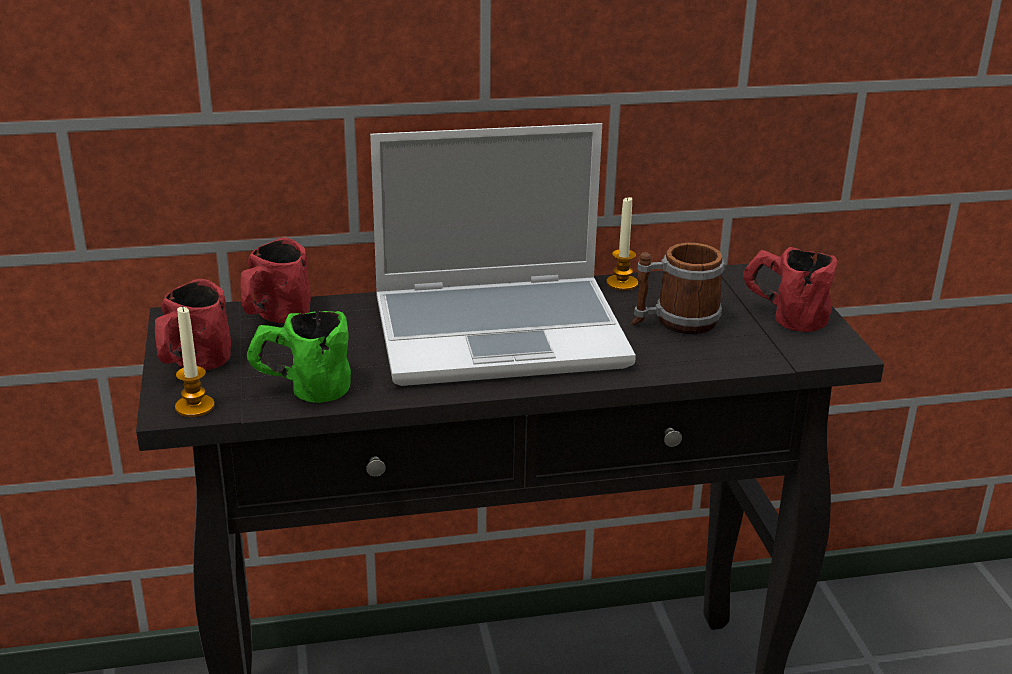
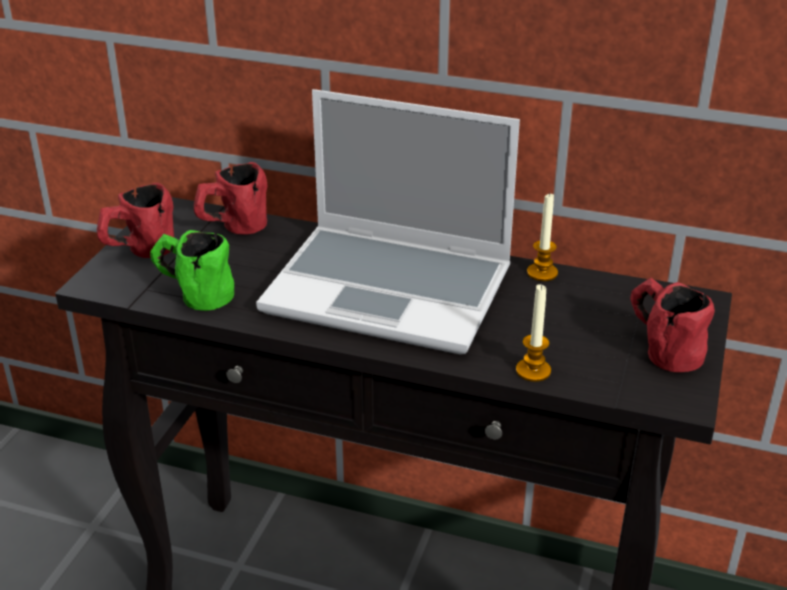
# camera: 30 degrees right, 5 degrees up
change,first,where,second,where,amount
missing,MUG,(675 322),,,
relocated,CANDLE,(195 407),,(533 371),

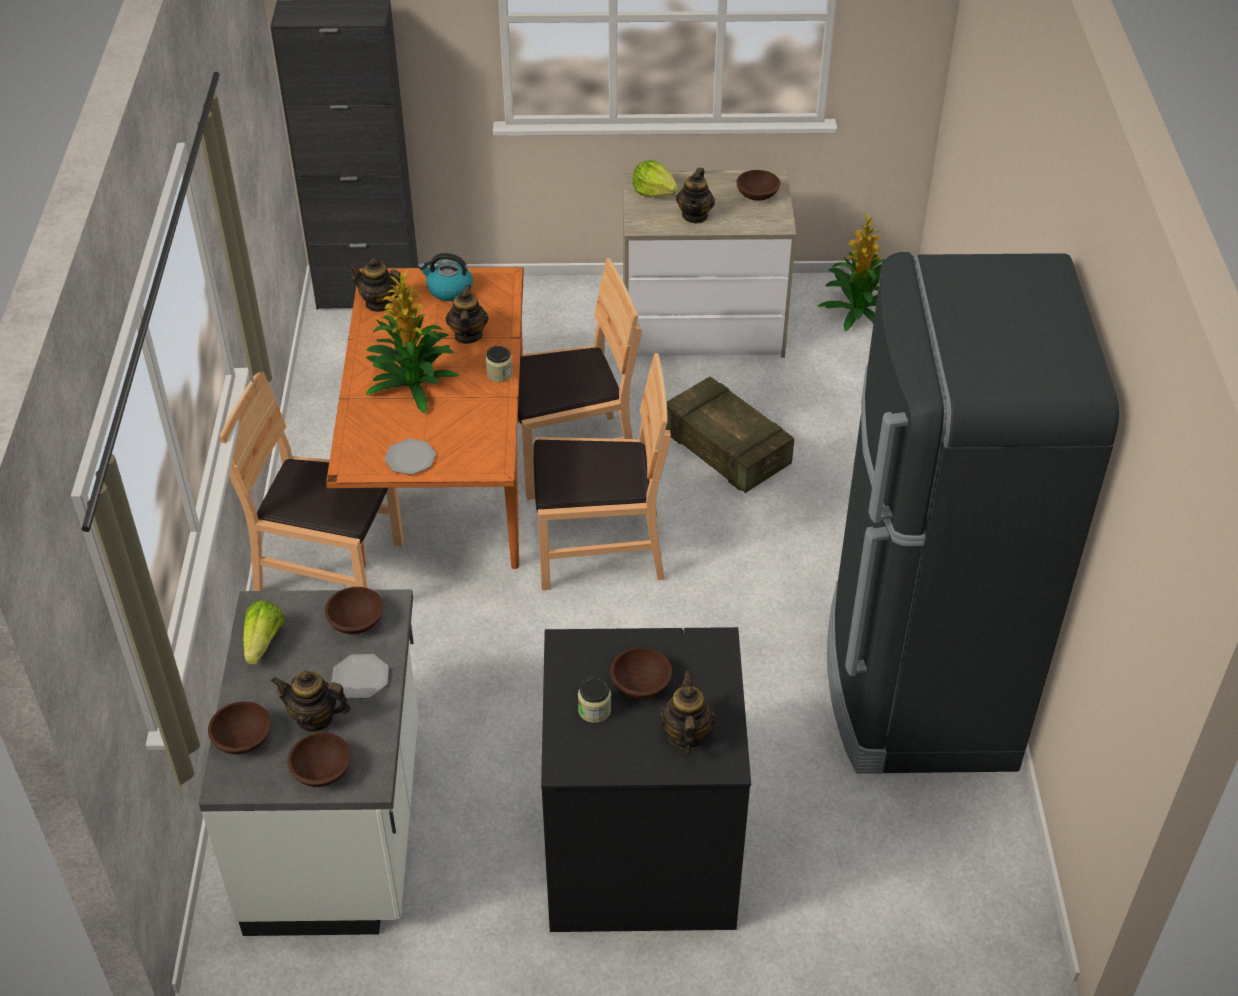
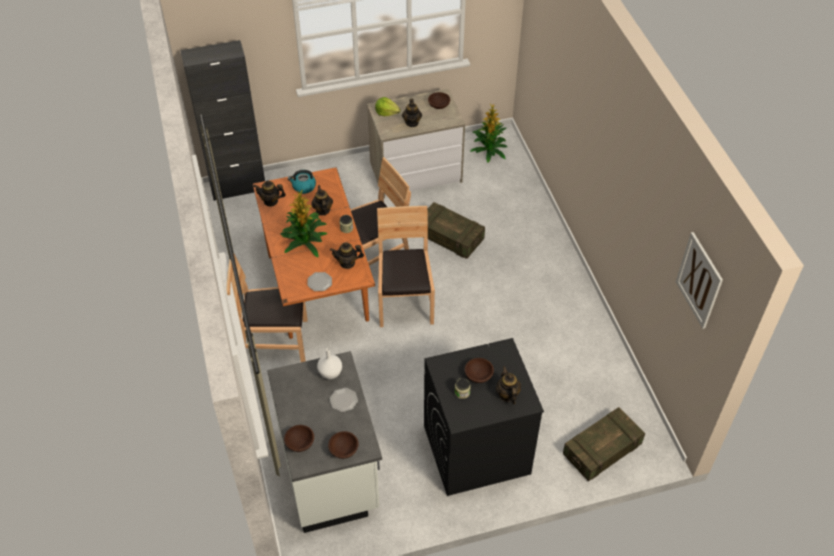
# camera: 15 degrees left, 5 degrees up
change,first,where,second,where,amount
missing,LETTUCE,(263 642),,,
missing,BLACK FRIDGE,(917 687),,,
appeared,,,CRATE,(602 450),
appeared,,,PICTURE,(699 280),
relocated,TEAPOT,(315 718),,(347 263),
exchanged,BROWN BOWL,(357 622),WHITE VASE,(331 373),
spun,BROWN CHAIR,(599 548),,(405 302),75 degrees counterclockwise

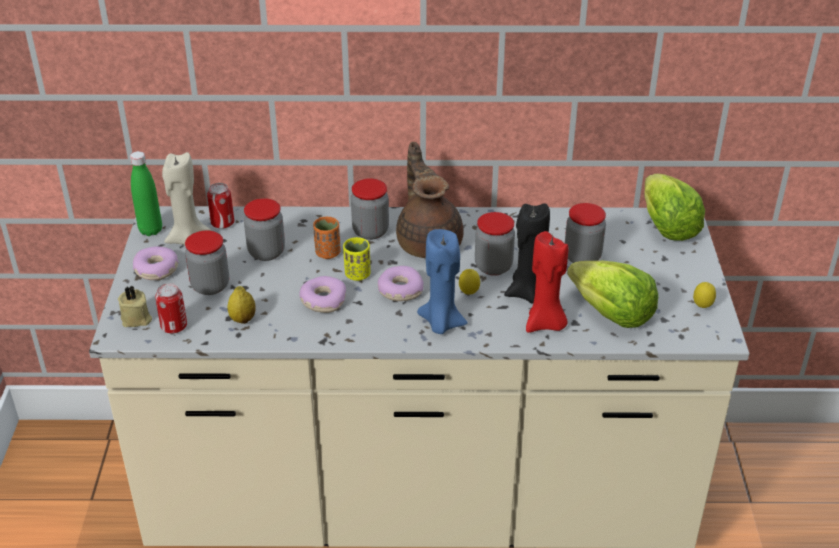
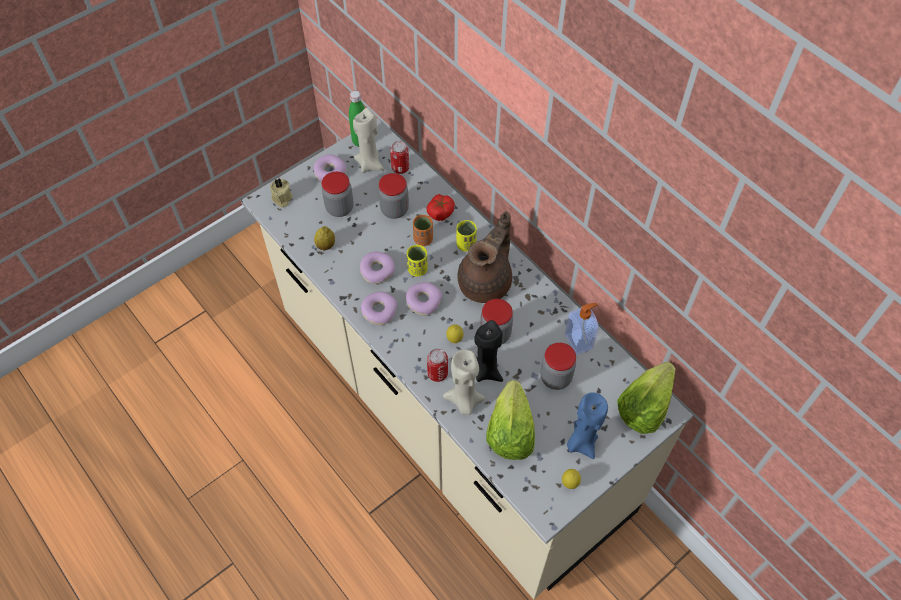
# camera: 50 degrees right, 20 degrees up
change,first,where,second,where,amount
appeared,,,DONUT,(379 311),
appeared,,,TOMATO,(441 212),
appeared,,,SOAP DISPENSER,(579 341),
relocated,CAN,(174 327),,(437 373),
relocated,BLUE CANDLE,(441 323),,(581 442),
exchanged,JAR,(370 231),YELLOW CUP,(466 244),
colour,RED CANDLE,(545 324),BEIGE CANDLE,(464 401),

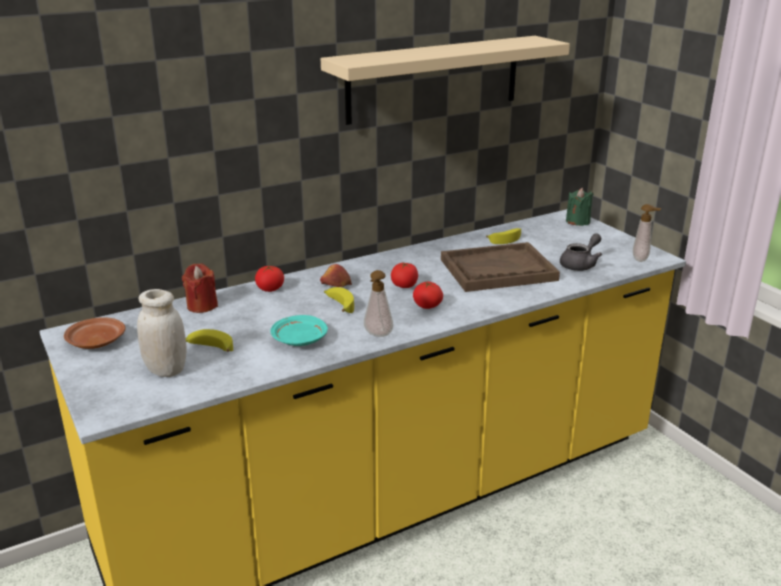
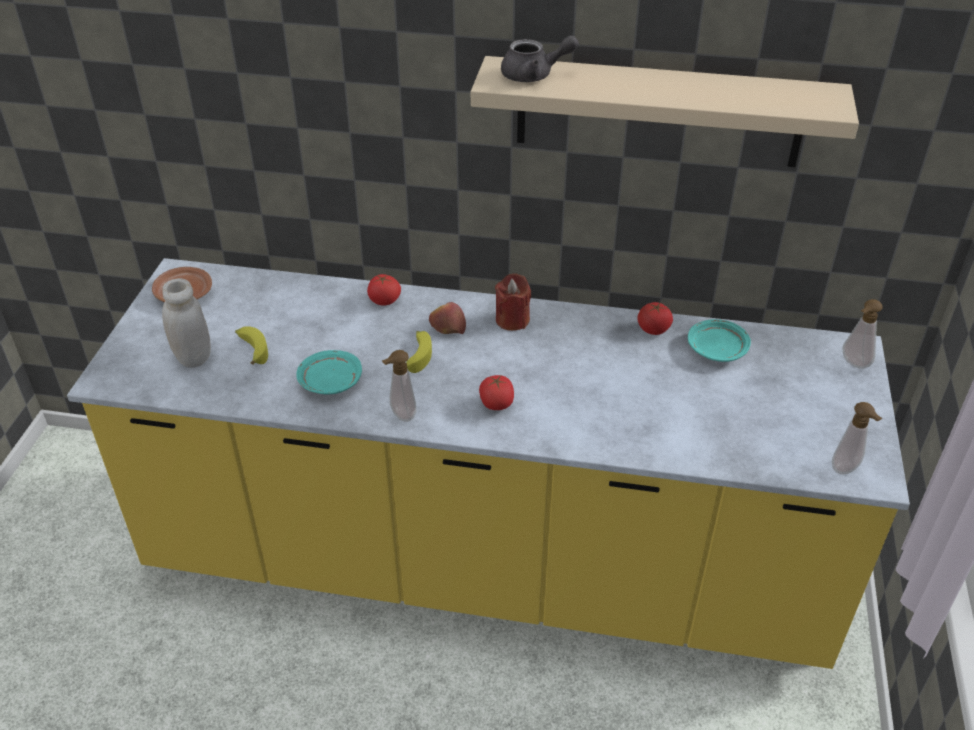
# camera: 40 degrees right, 15 degrees up
change,first,where,second,where,amount
missing,BROWN TRAY,(498 270),,,
relocated,RED CANDLE,(202 306),,(512 320),
relocated,TOMATO,(404 286),,(653 329),
relocated,GREY TEAPOT,(580 264),,(534 75),
exchanged,BANANA,(506 239),TURQUOISE PLATE,(717 349),
exchanged,GREEN CANDLE,(578 221),SOAP DISPENSER,(853 364),

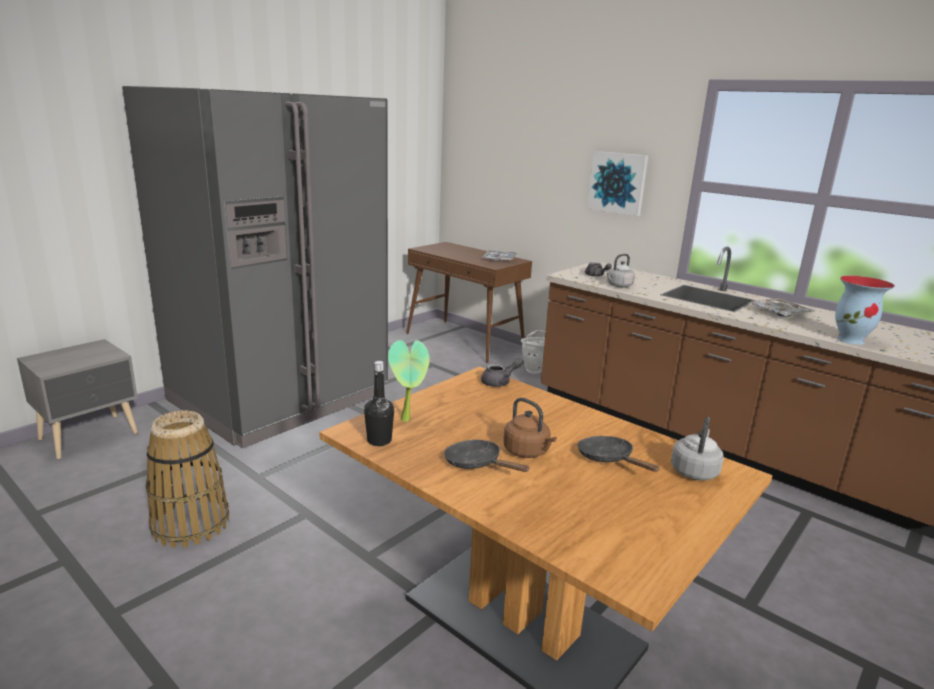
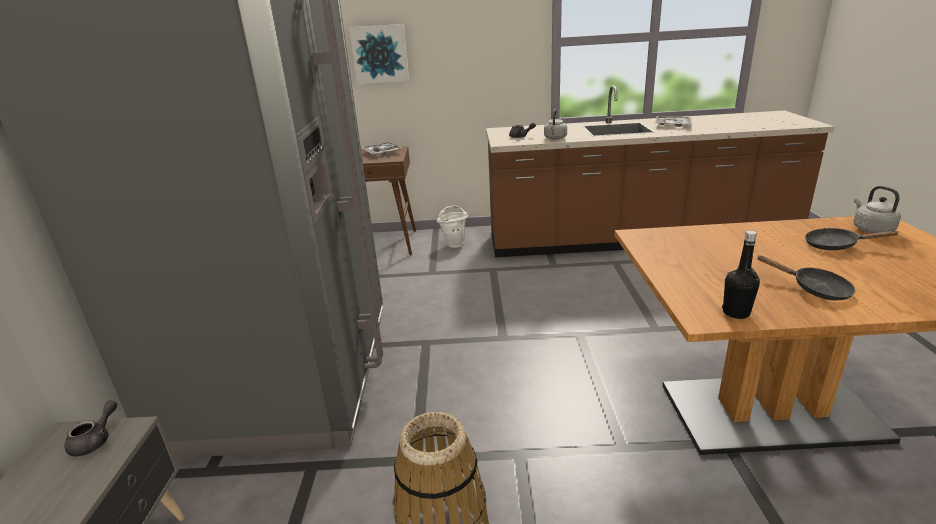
# camera: 40 degrees left, 5 degrees up
change,first,where,second,where,amount
missing,POTTED PLANT,(408 419),,,
missing,BROWN KETTLE,(528 452),,,
missing,VASE,(851 340),,,
relocated,GREY TEAPOT,(500 382),,(96 441),
relocated,PICTURE,(617 183),,(380 54),
spun,BLACK FRYING PAN,(477 464),,(814 289),135 degrees counterclockwise

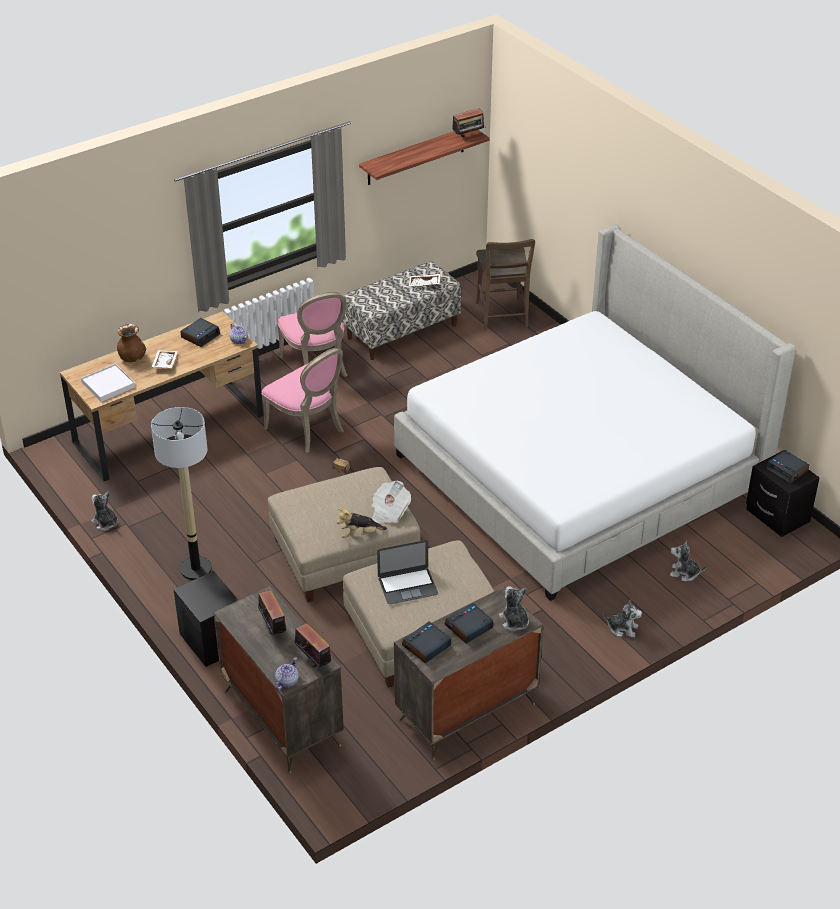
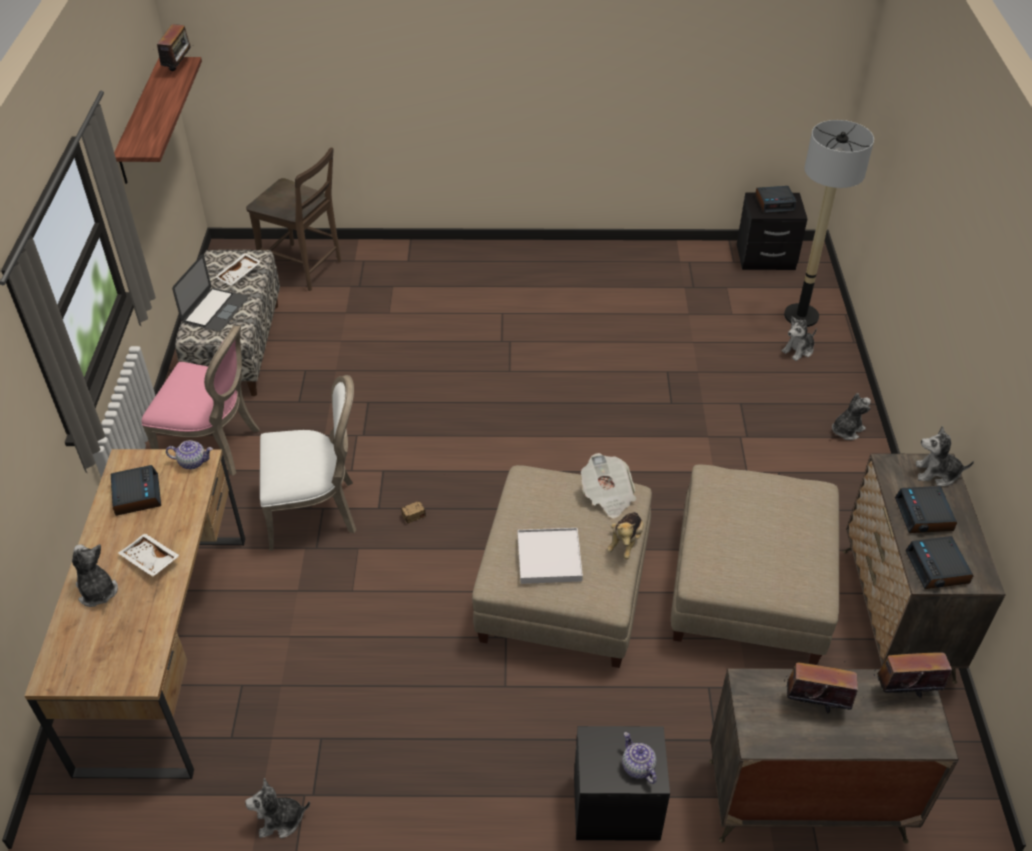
# camera: 55 degrees left, 5 degrees up
change,first,where,second,where,amount
missing,BED,(579 472),,,
relocated,WHITE TRAY,(108 384),,(549 558),
relocated,FLOOR LAMP,(195 569),,(801 316),
relocated,TEAPOT,(287 681),,(637 766),
relocated,LAPTOP,(407 586),,(215 310),
exchanged,BROWN VASE,(132 358),PLUSH TOY,(97 591),
colour,PINK CHAIR,(308 430),WHITE CHAIR,(316 510),

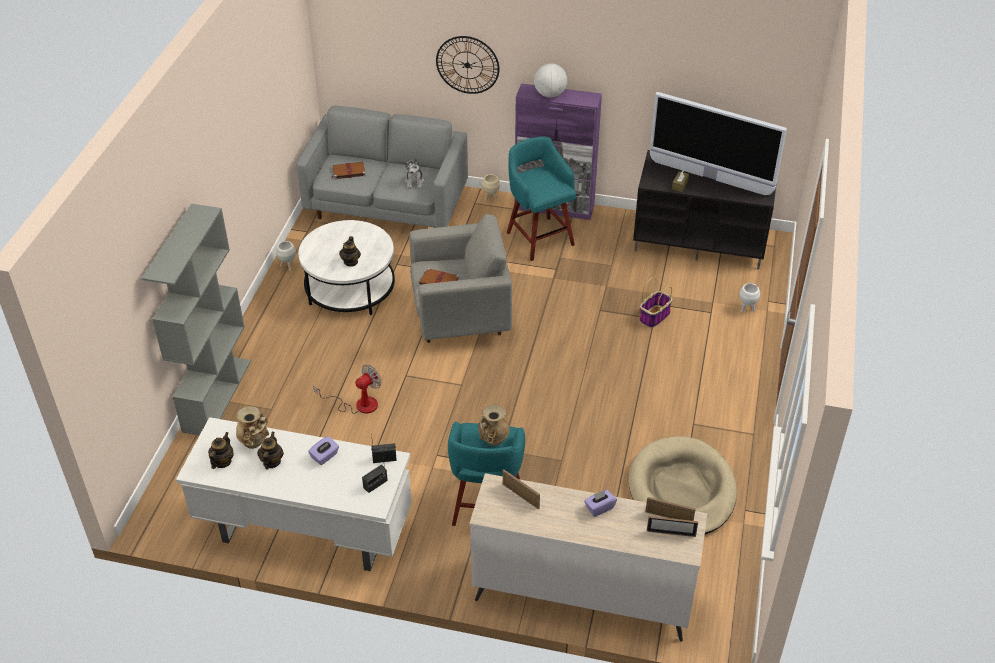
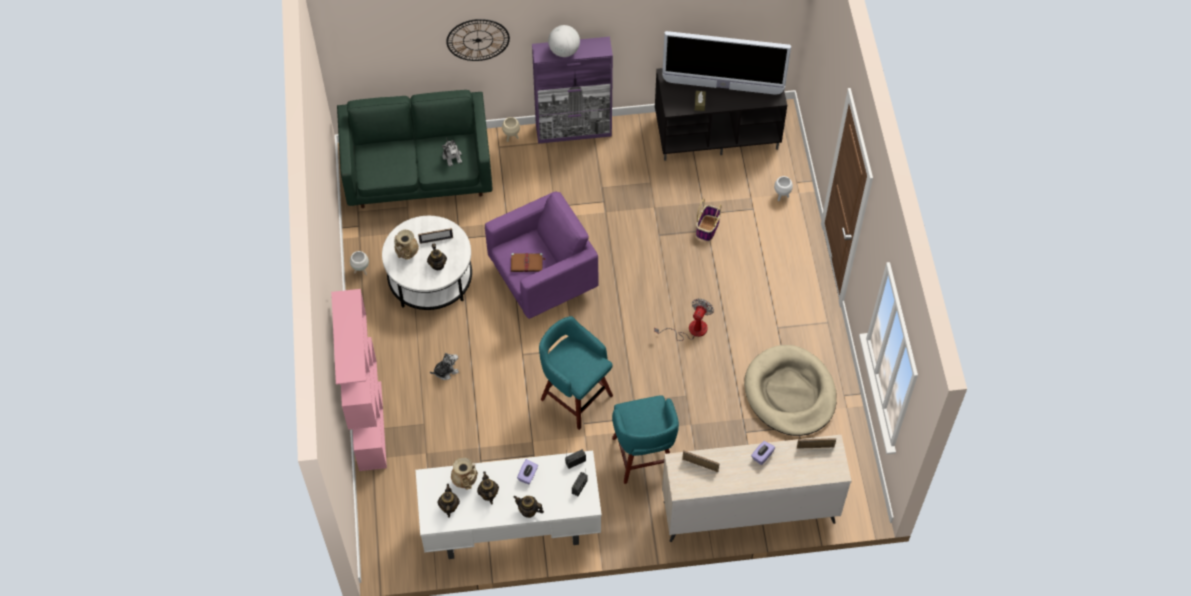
# camera: 20 degrees left, 15 degrees up
change,first,where,second,where,amount
missing,BROWN BOOK,(348 171),,,
appeared,,,PLUSH TOY,(445 371),
appeared,,,TEAPOT,(528 511),
relocated,FAN,(358 404),,(690 330),
relocated,BEIGE VASE,(493 440),,(407 254),
relocated,TURQUOISE STOOL,(539 237),,(575 396),
relocated,PICTURE FRAME,(671 533),,(436 240),
colour,GREY BOOKCASE,(217 395),PINK BOOKCASE,(369 425),
colour,GREY SOFA,(387 206),GREEN SOFA,(419 174),
colour,GREY ARMCHAIR,(461 317),PURPLE ARMCHAIR,(543 279),

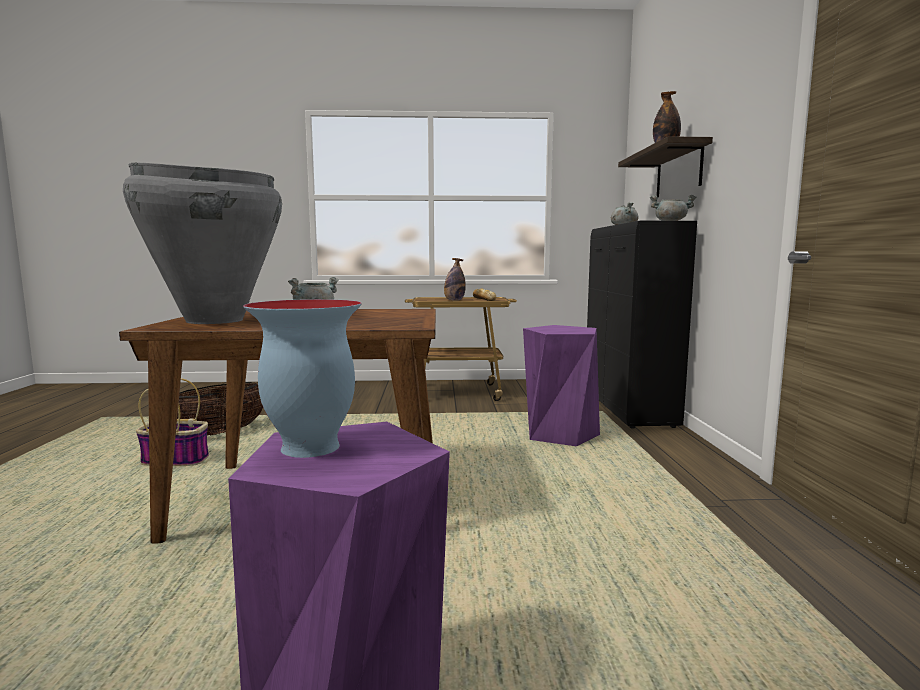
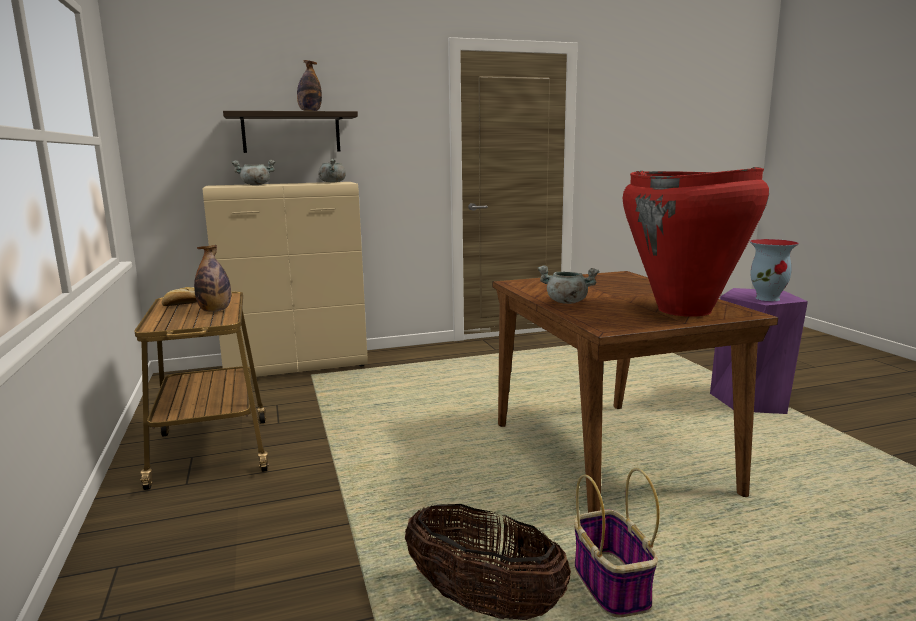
# camera: 105 degrees left, 5 degrees up
change,first,where,second,where,amount
missing,PURPLE STOOL,(560 434),,,
colour,GREY VASE,(215 321),RED VASE,(683 310),
colour,BLACK CABINET,(628 408),BEIGE CABINET,(298 367),

